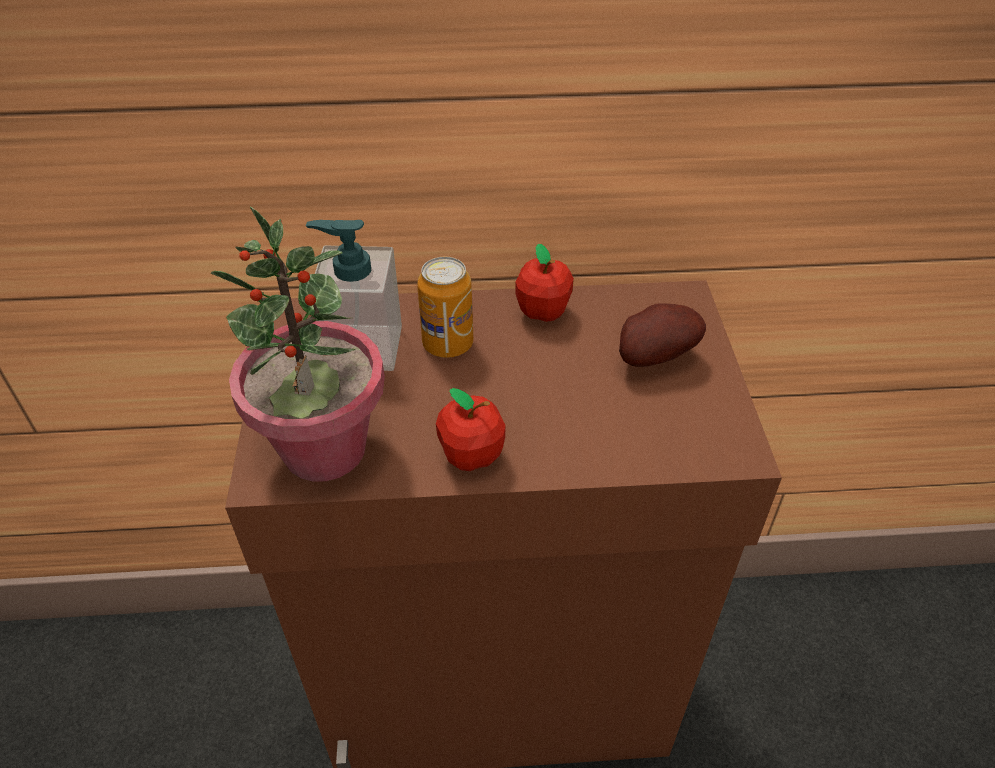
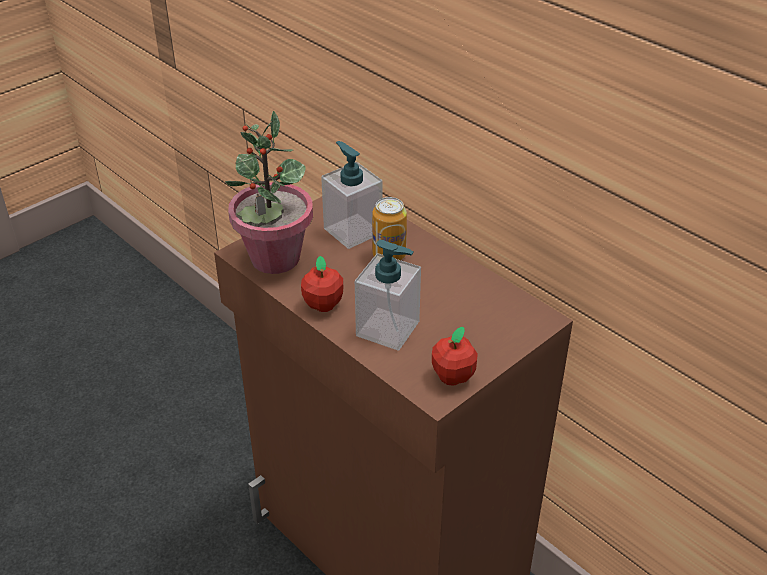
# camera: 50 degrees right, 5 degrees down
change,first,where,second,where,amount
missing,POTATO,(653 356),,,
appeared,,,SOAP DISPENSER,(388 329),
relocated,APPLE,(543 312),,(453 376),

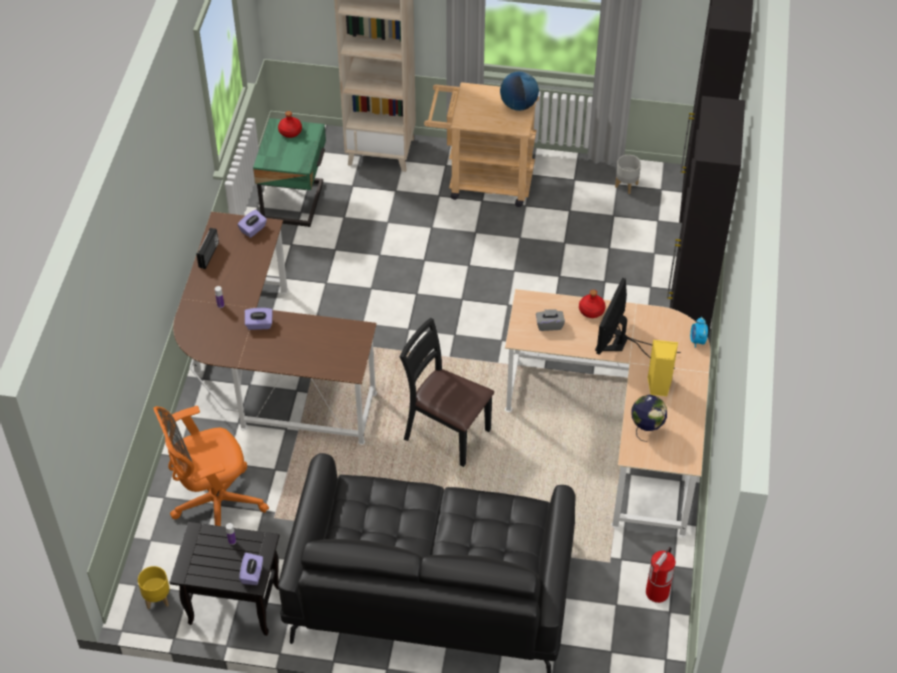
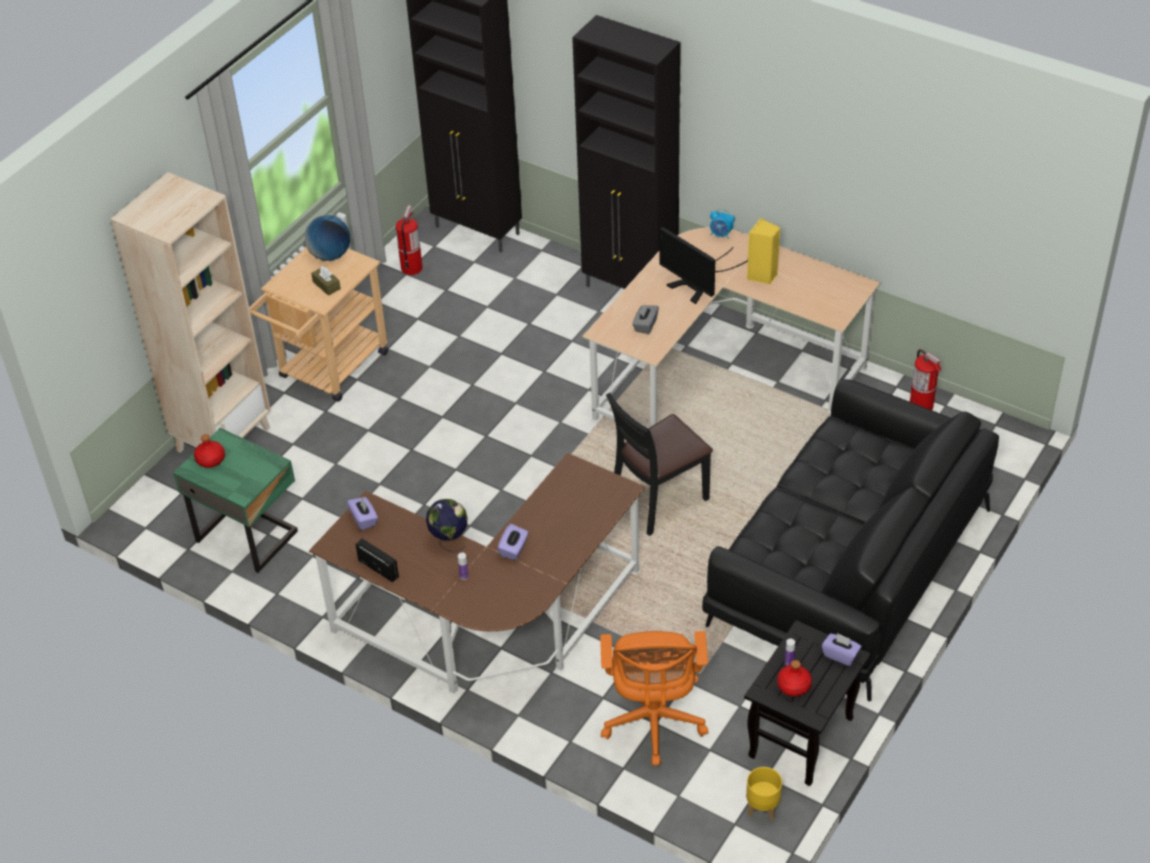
# camera: 65 degrees left, 5 degrees down
change,first,where,second,where,amount
appeared,,,BROWN TISSUE BOX,(326 285),
relocated,RED BOTTLE,(591 311),,(794 686),
relocated,GLOBE,(646 429),,(449 540),
exchanged,GREY PLANTER,(626 185),FIRE EXTINGUISHER,(411 268),

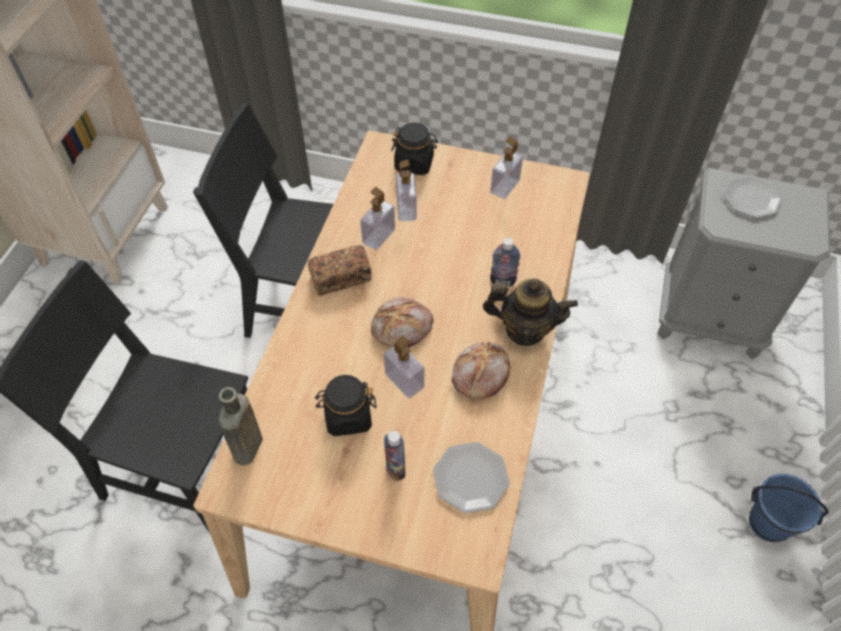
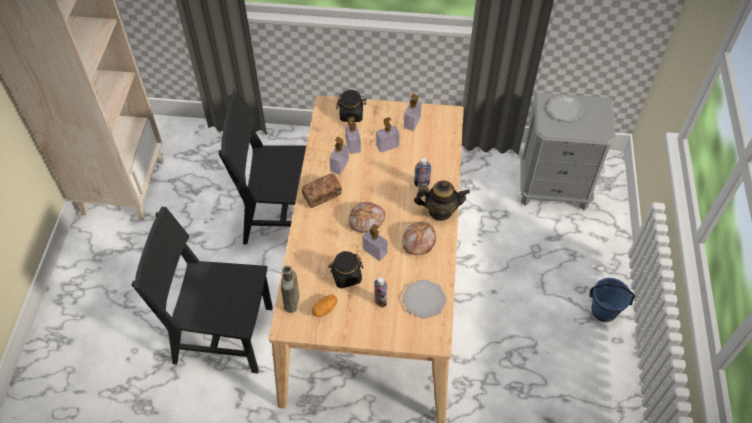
# camera: 10 degrees left, 0 degrees up
change,first,where,second,where,amount
appeared,,,POTATO,(325 309),
appeared,,,SOAP DISPENSER,(387 146),

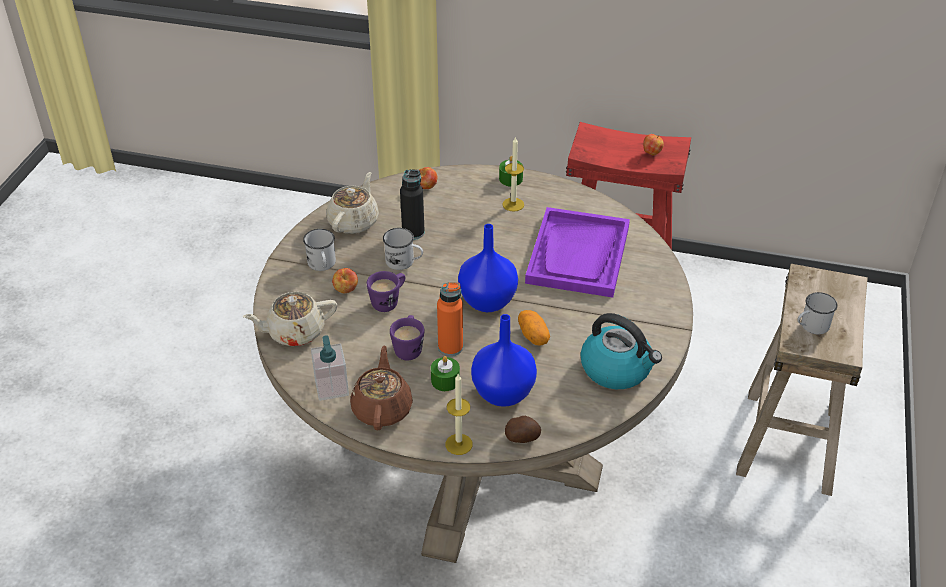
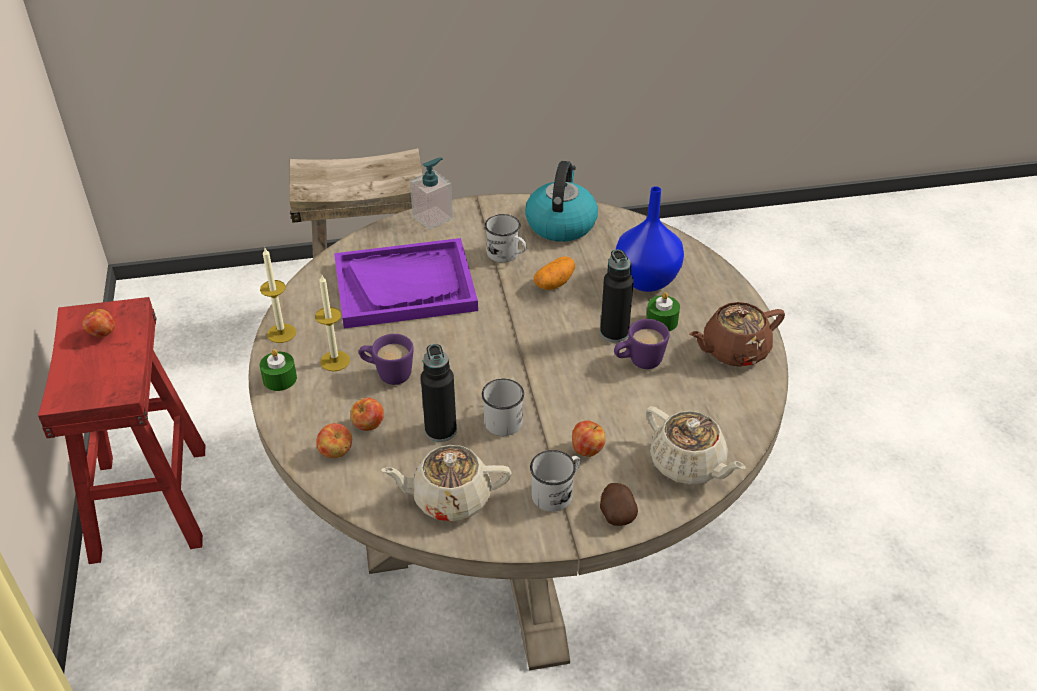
# camera: 115 degrees left, 0 degrees up
change,first,where,second,where,amount
missing,BLUE VASE,(489 301),,,
appeared,,,APPLE,(369 426),
relocated,SOAP DISPENSER,(331 388),,(433 217),
relocated,PURPLE MUG,(389 302),,(388 374),
relocated,CANDLE,(458 444),,(281 333),
relocated,POTATO,(522 438),,(616 514),
relocated,WHITE MUG,(811 326),,(507 255),
colour,ORANGE BOTTLE,(450 347),BLACK BOTTLE,(614 333),

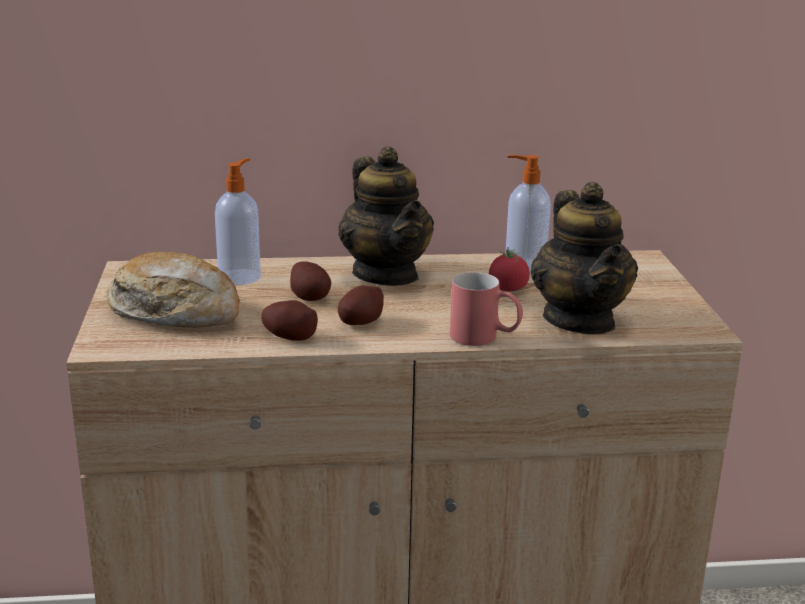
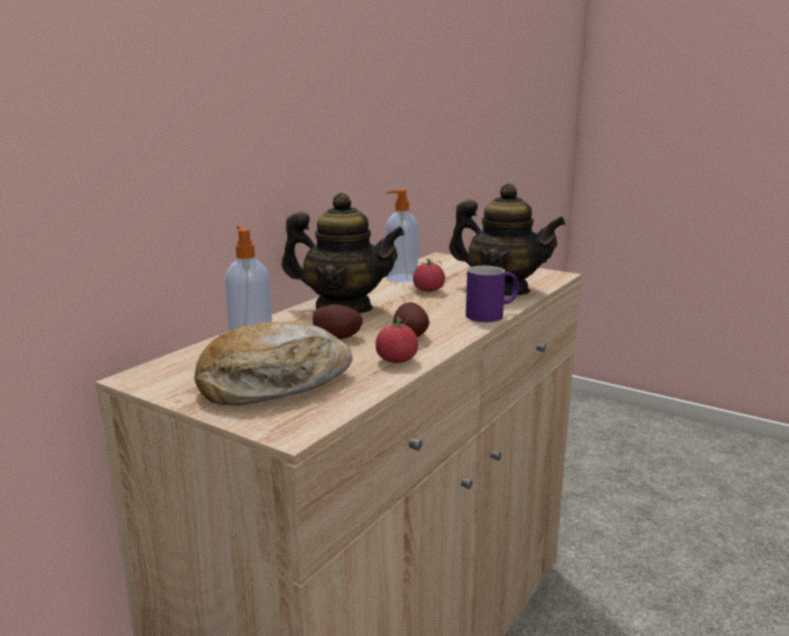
# camera: 50 degrees left, 5 degrees down
change,first,where,second,where,amount
exchanged,POTATO,(289 336),TOMATO,(396 360),
colour,RED MUG,(485 338),PURPLE MUG,(492 315),

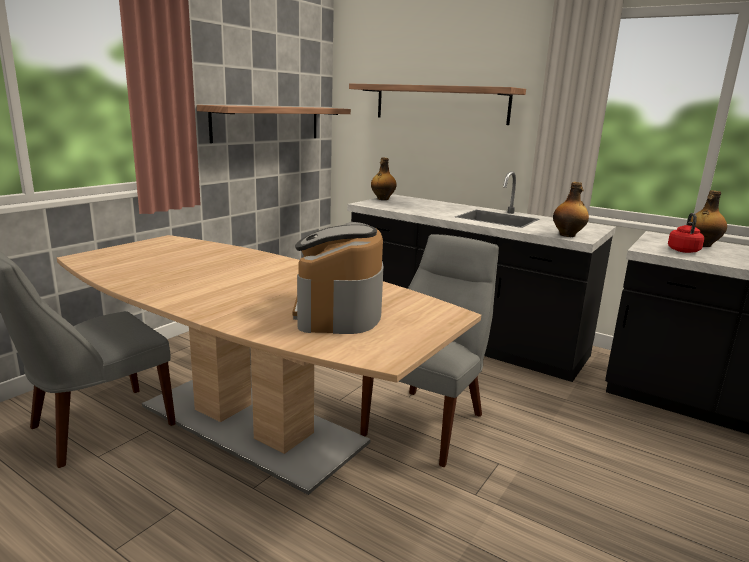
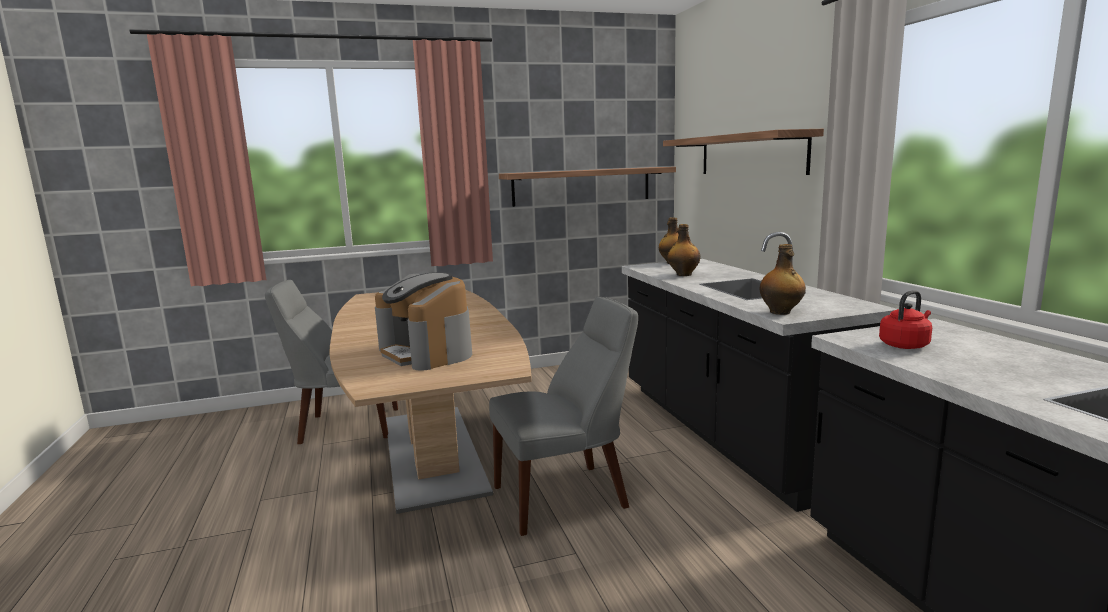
# camera: 40 degrees right, 5 degrees down
change,first,where,second,where,amount
relocated,BOTTLE,(702 245),,(683 275),
spun,COFFEE MACHINE,(338 311),,(427 352),75 degrees counterclockwise

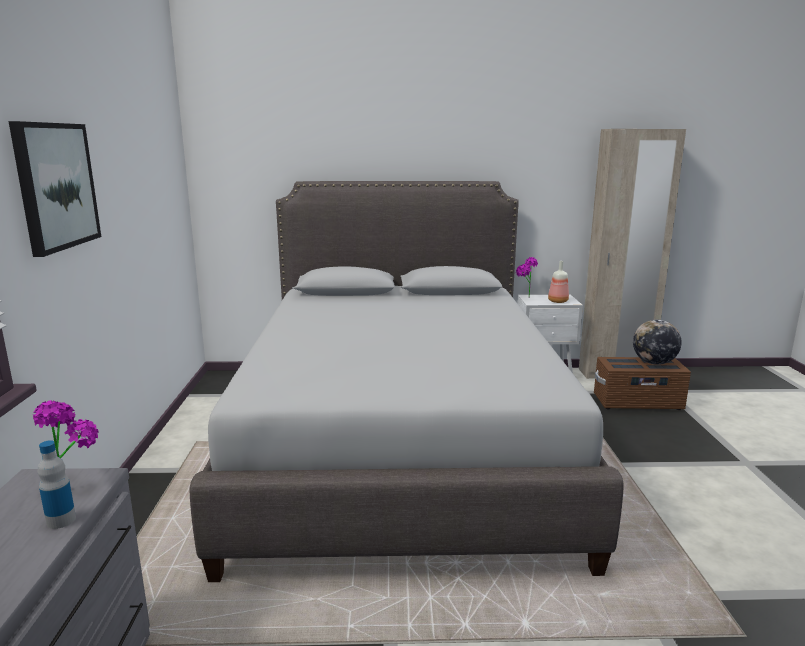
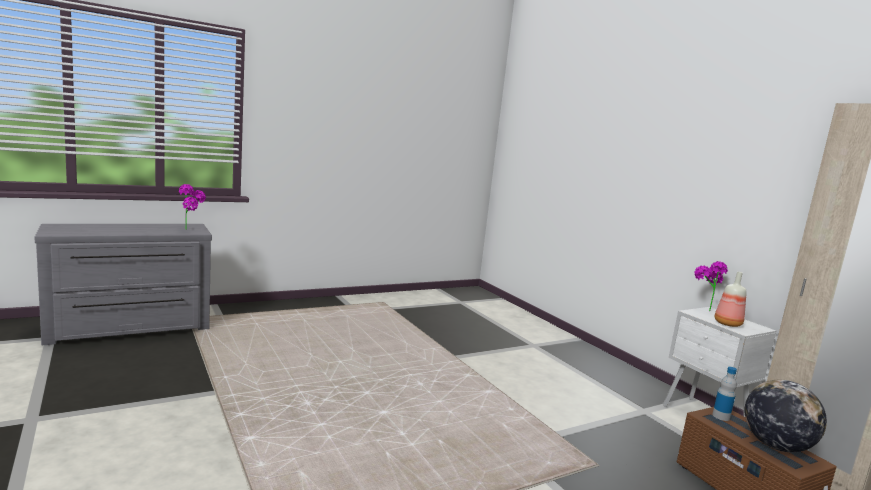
# camera: 60 degrees right, 5 degrees down
change,first,where,second,where,amount
missing,PICTURE,(55 186),,,
missing,GREY BED,(401 443),,,
relocated,BOTTLE,(61 520),,(721 416),

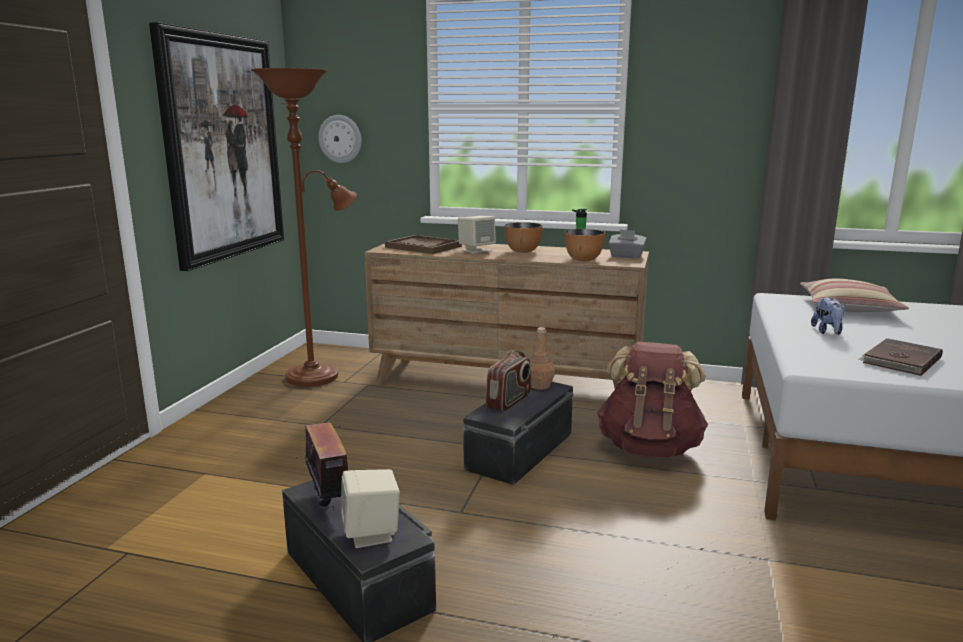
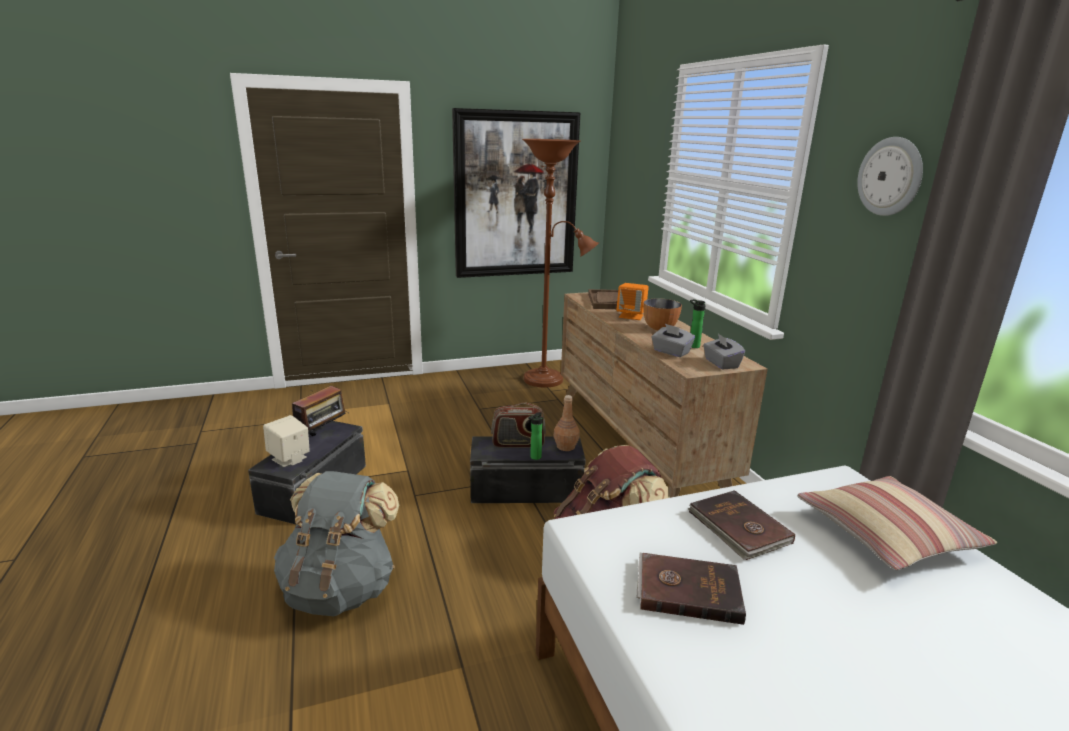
# camera: 55 degrees right, 5 degrees up
change,first,where,second,where,amount
appeared,,,GREY BACKPACK,(340 589),
appeared,,,BOTTLE,(534 458),
relocated,WALL CLOCK,(340 139),,(890 176),
exchanged,BOWL,(584 259),GREY TISSUE BOX,(671 352),
exchanged,PLUSH TOY,(827 332),BROWN BOOK,(738 528),
colour,BEIGE SPEAKER,(476 250),ORANGE SPEAKER,(631 316),

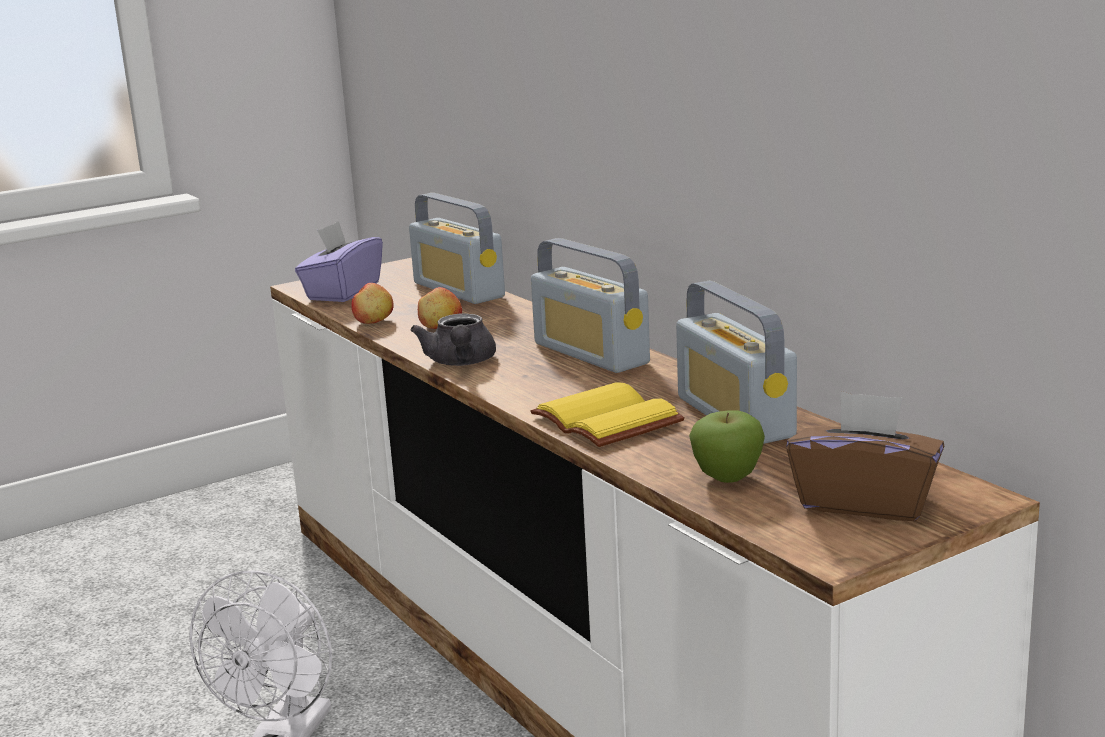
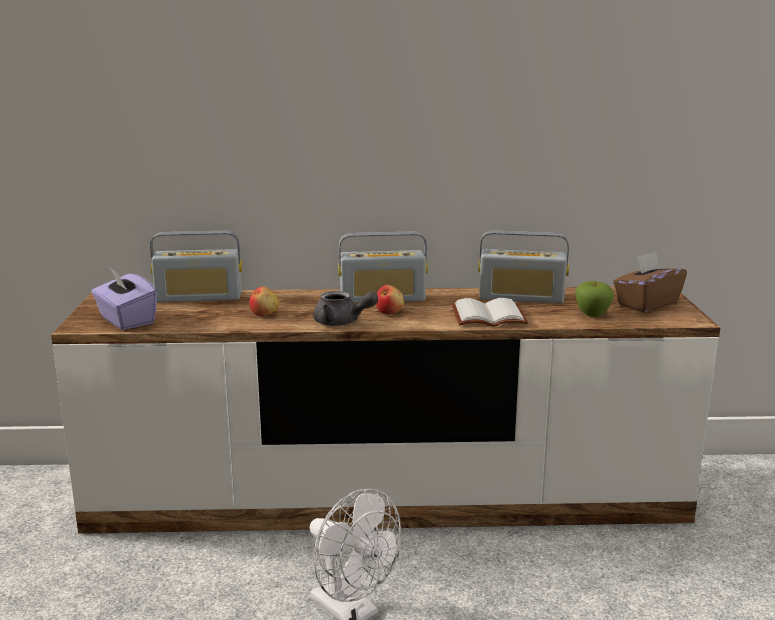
# camera: 60 degrees left, 0 degrees up
change,first,where,second,where,amount
relocated,APPLE,(374 321),,(389 312),
colour,YELLOW BOOK,(602 420),WHITE BOOK,(487 317),

